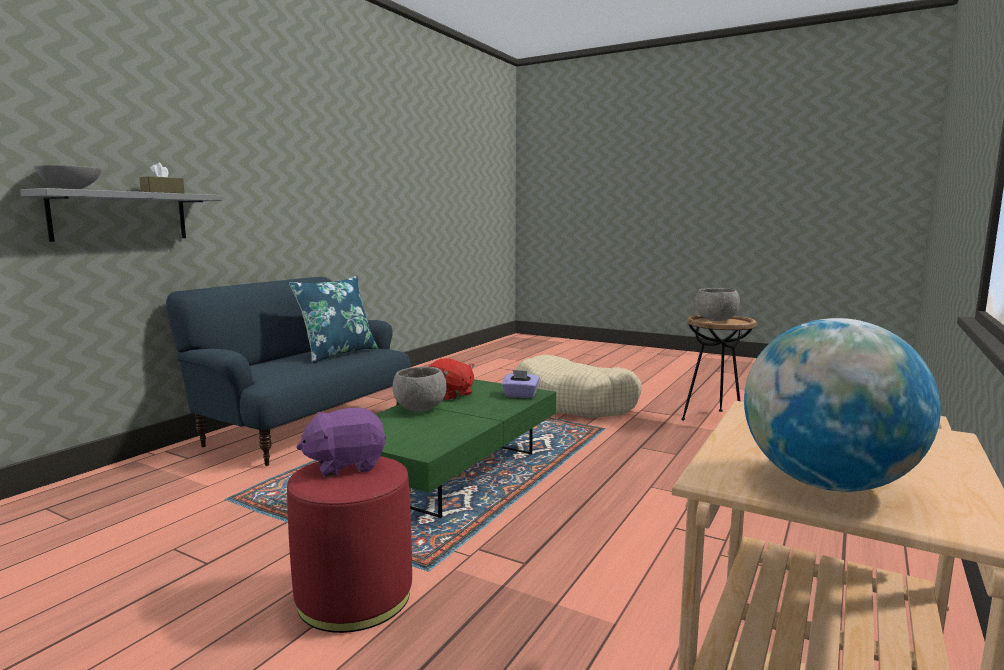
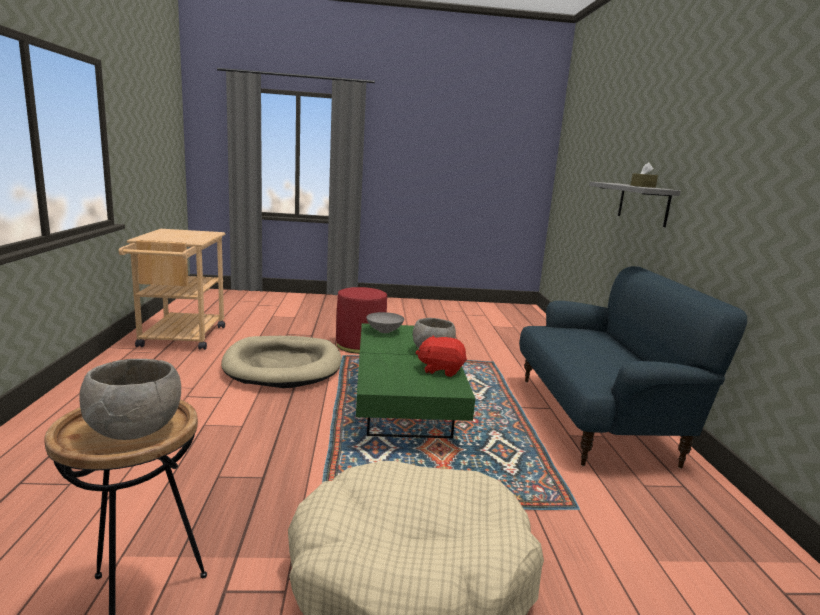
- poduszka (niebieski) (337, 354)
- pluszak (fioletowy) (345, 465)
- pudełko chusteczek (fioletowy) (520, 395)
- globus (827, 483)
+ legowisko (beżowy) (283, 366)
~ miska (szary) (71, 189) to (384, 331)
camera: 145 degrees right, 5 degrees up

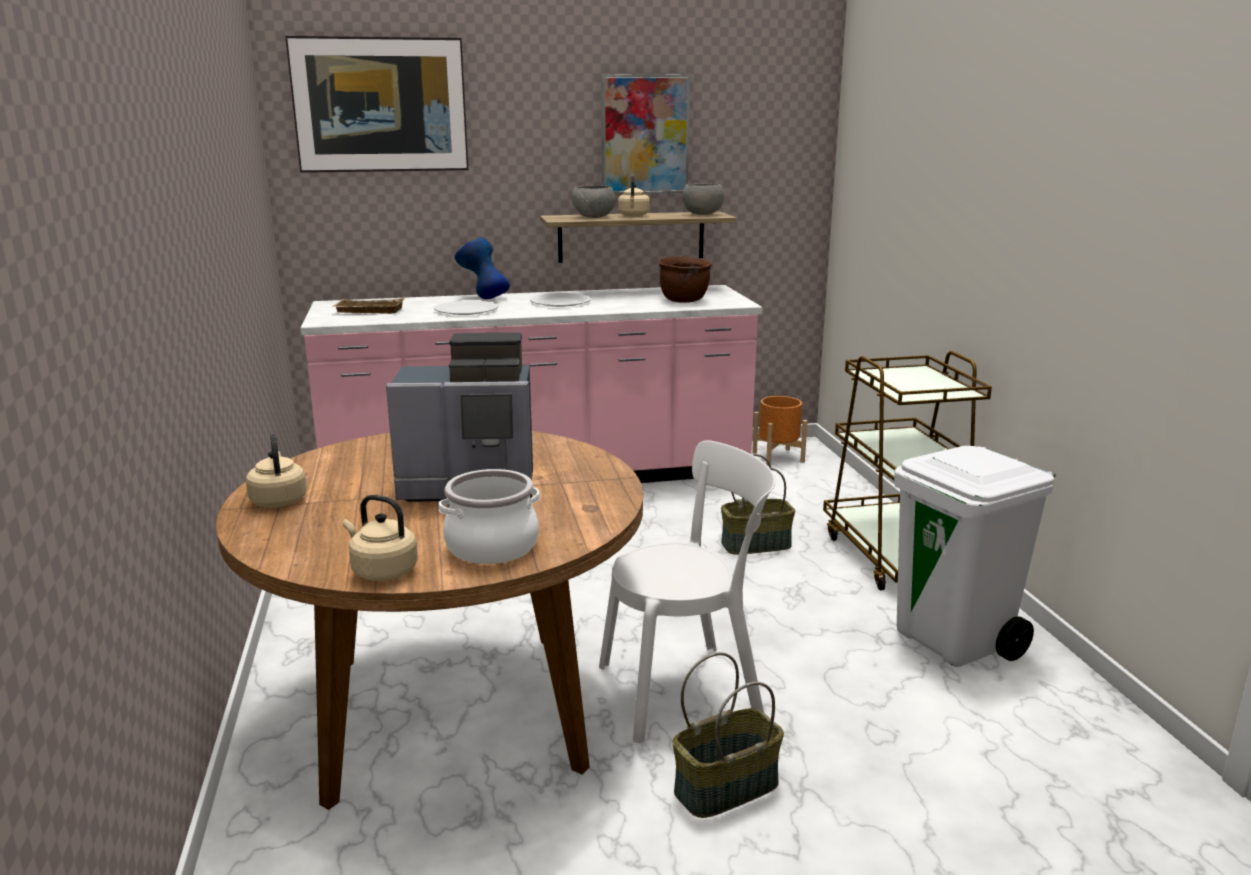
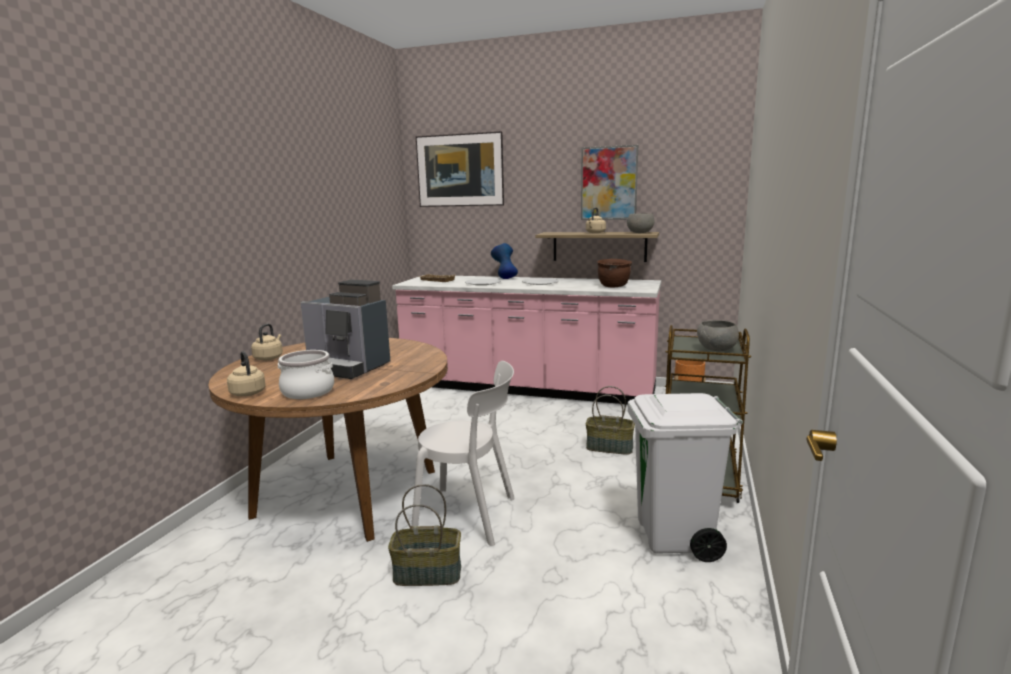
~ miska (szary) (594, 217) to (717, 350)
camera: 30 degrees right, 5 degrees down

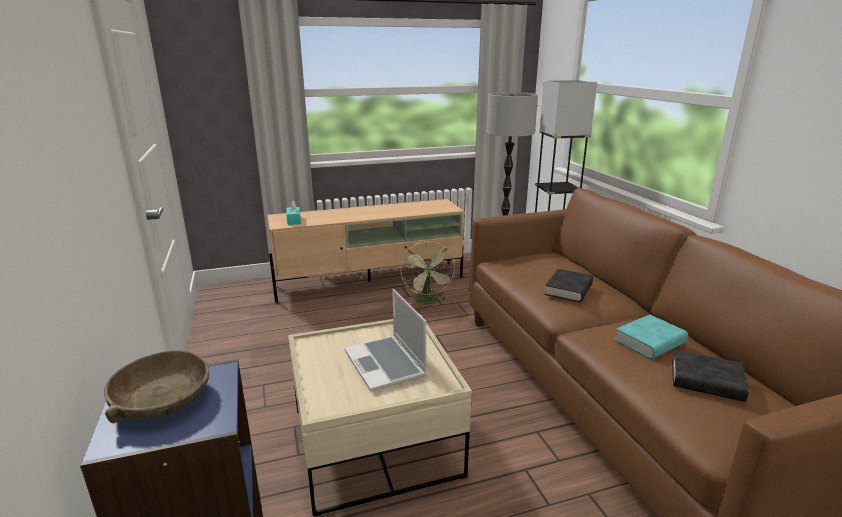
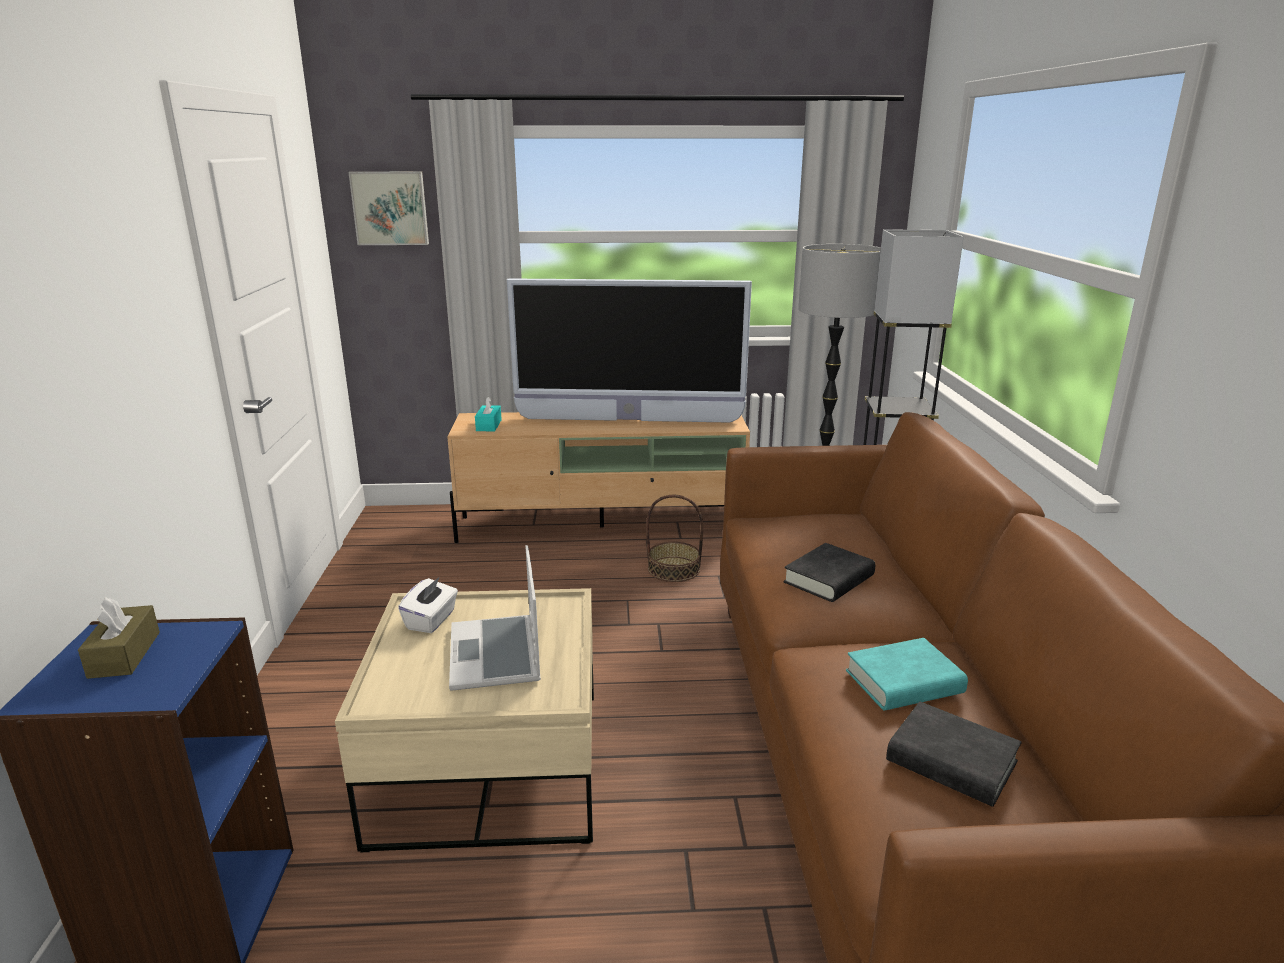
+ obraz (390, 208)
+ pudełko chusteczek (biały) (431, 620)
+ telewizor (629, 420)
~ miska (brązowy) (162, 398) to pudełko chusteczek (brązowy) (124, 654)
~ wentylator (zielony) (428, 302) to koszyk (674, 569)
camera: 15 degrees right, 0 degrees up

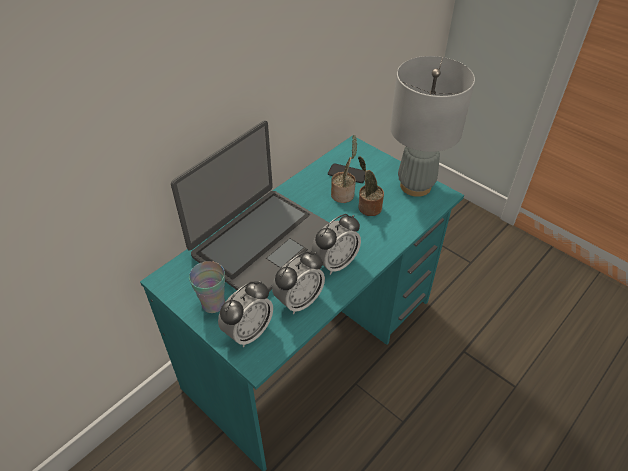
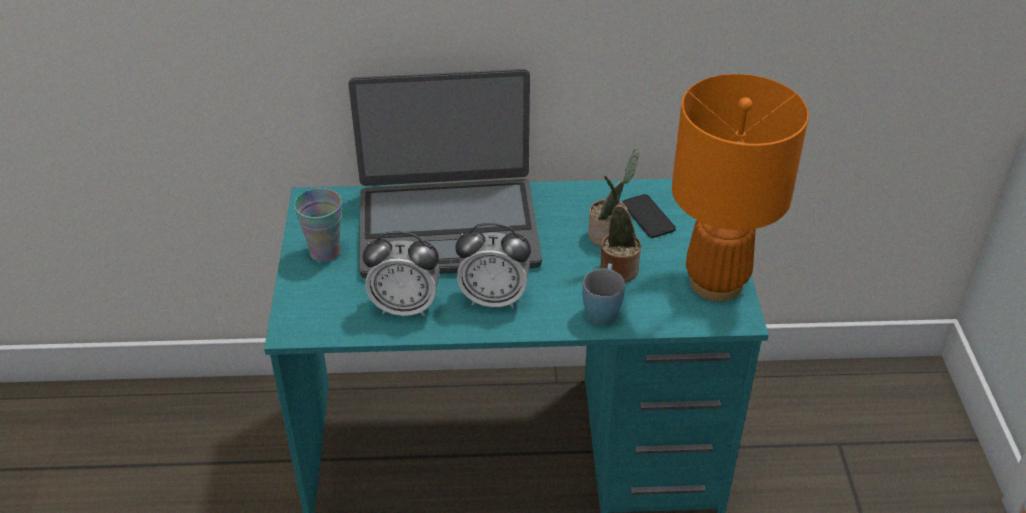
- budzik (248, 332)
+ kubek (niebieski) (602, 309)
~ lampa stołowa (szary) (415, 186) to lampa stołowa (pomarańczowy) (715, 283)
camera: 45 degrees right, 5 degrees down

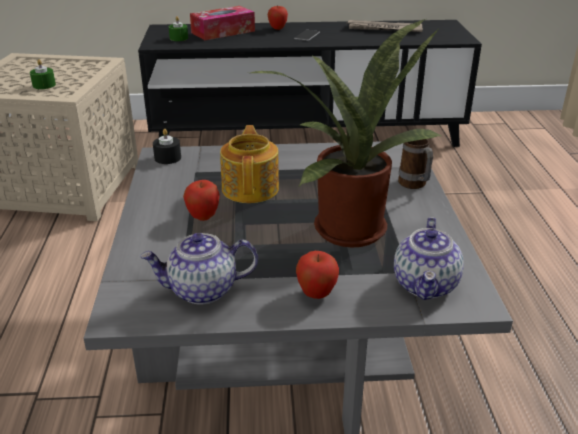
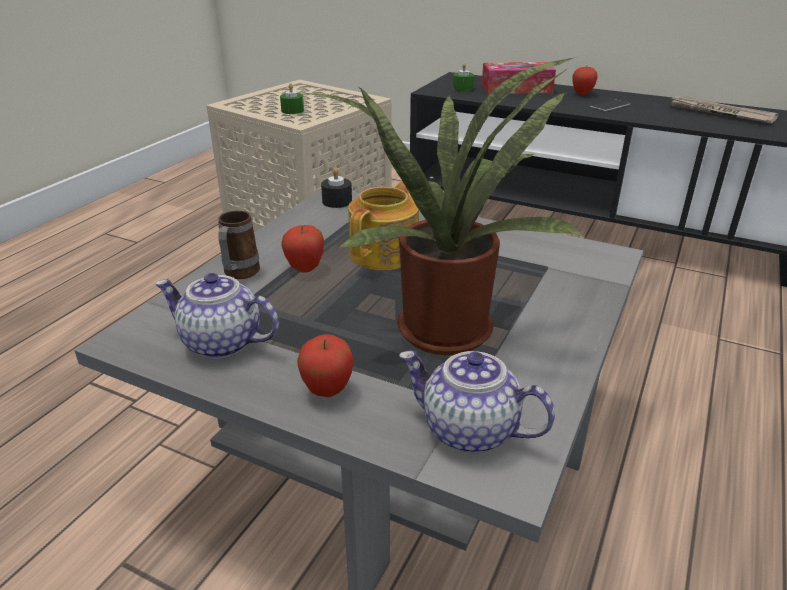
~ kubek (414, 185) to (239, 275)
~ imbryk (426, 285) = (468, 430) 75 degrees clockwise
camera: 30 degrees right, 0 degrees up

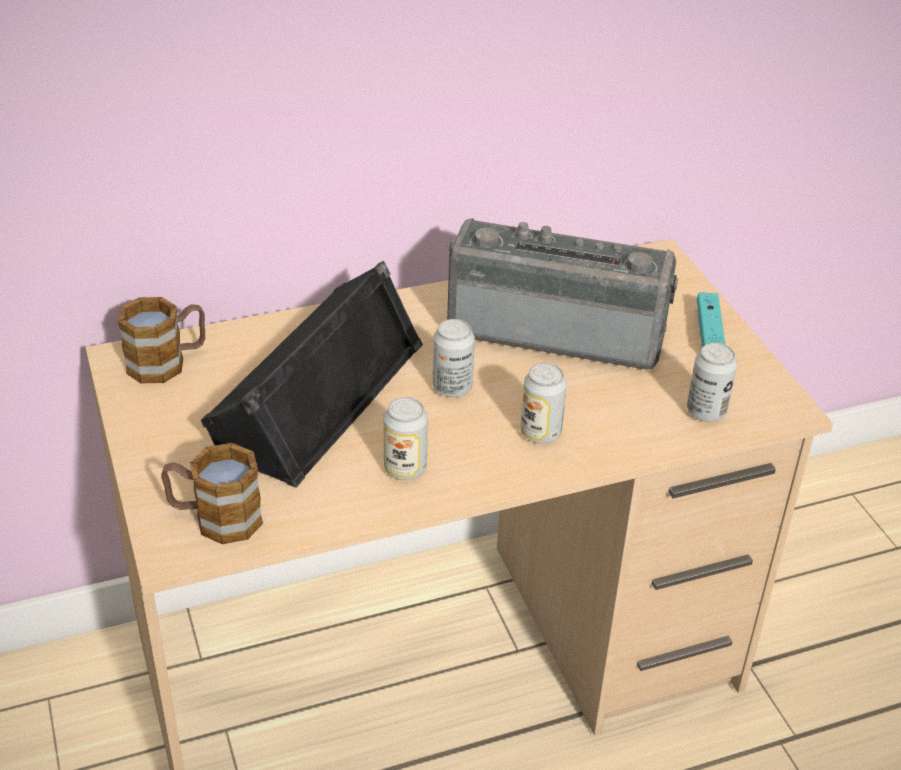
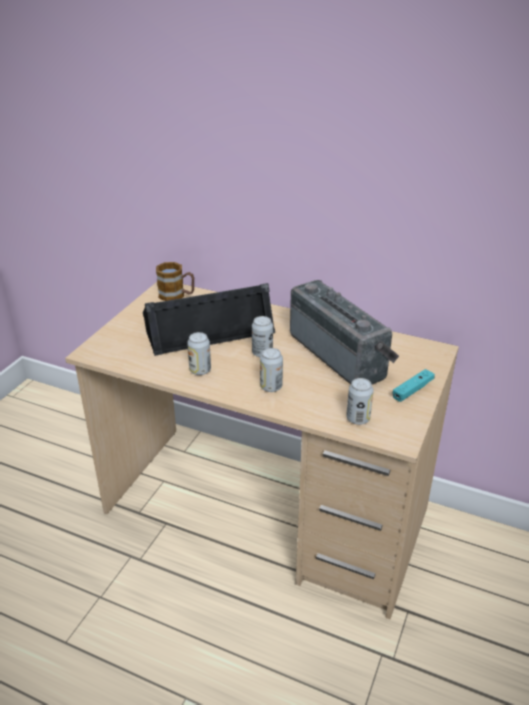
- kubek (215, 518)
camera: 45 degrees right, 5 degrees down

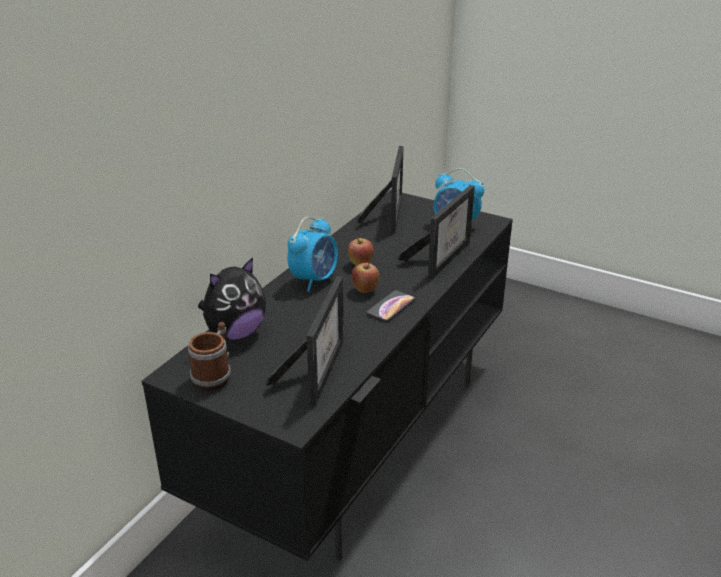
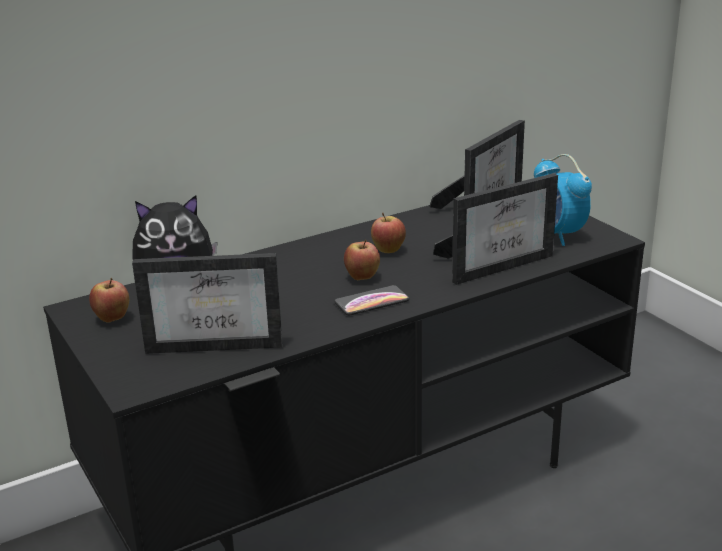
- budzik (314, 279)
~ kubek (215, 375) to jabłko (112, 319)
~ ramka na zdjęcie (317, 368) = (218, 341) 45 degrees clockwise
camera: 30 degrees right, 5 degrees down

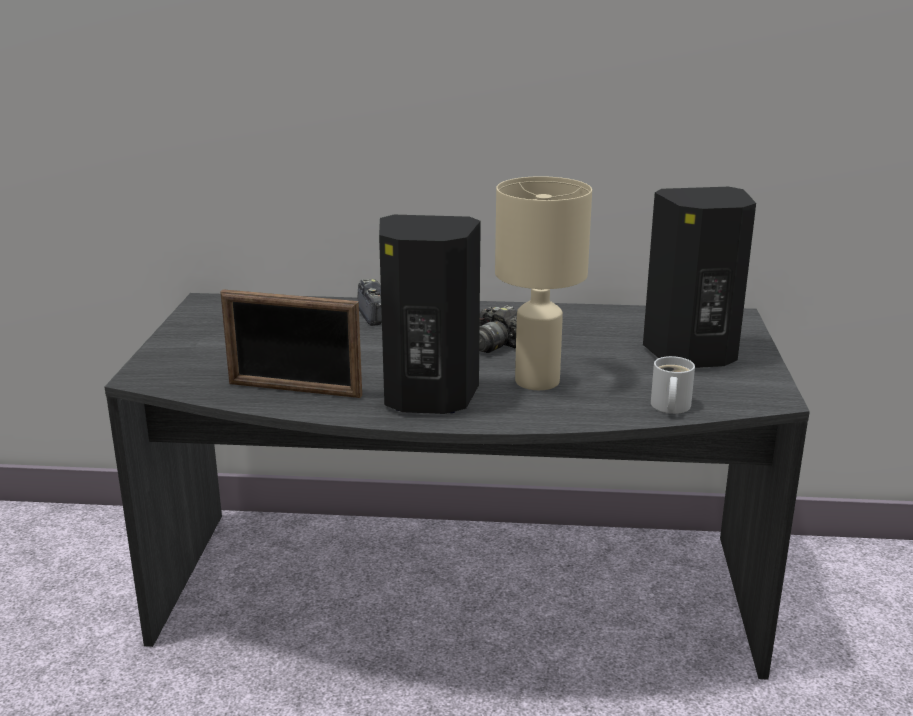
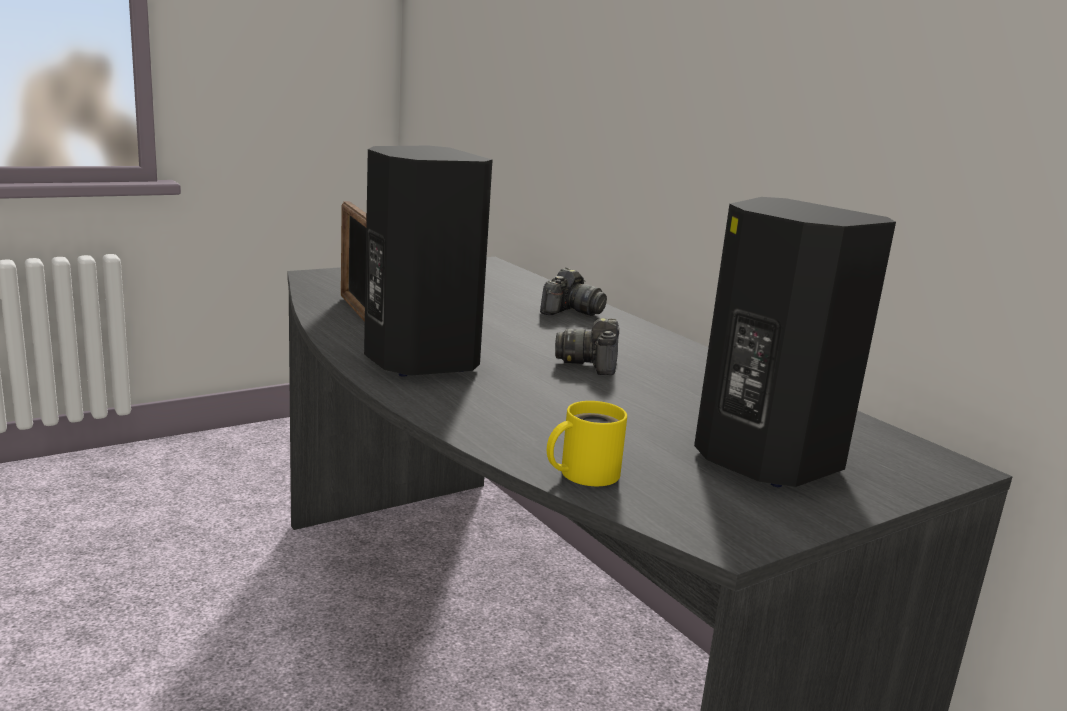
- lampa stołowa (beżowy) (535, 381)
~ kubek (biały) (669, 406) to kubek (żółty) (583, 473)
camera: 50 degrees right, 5 degrees down

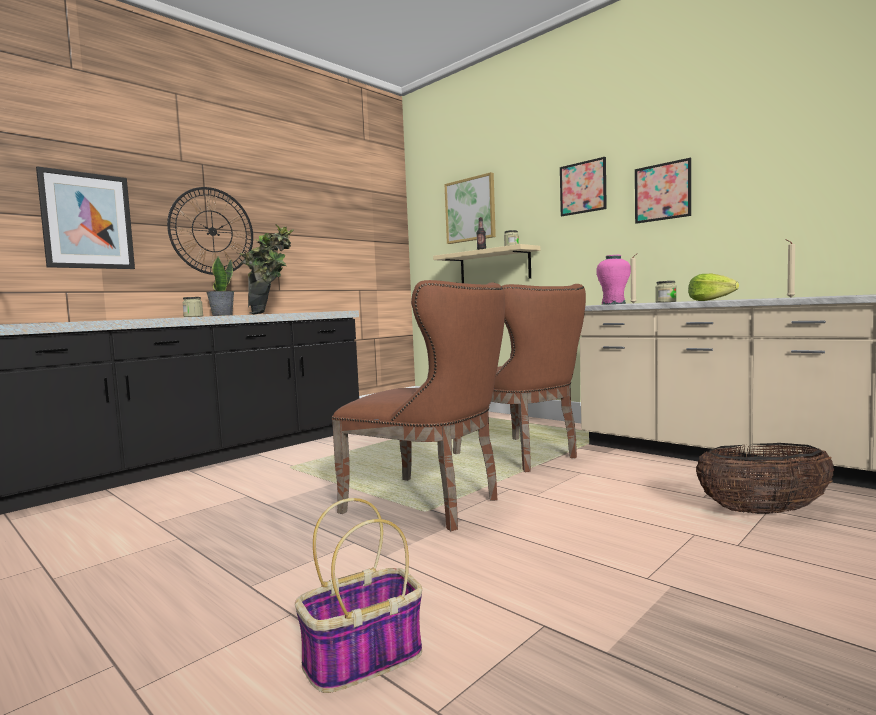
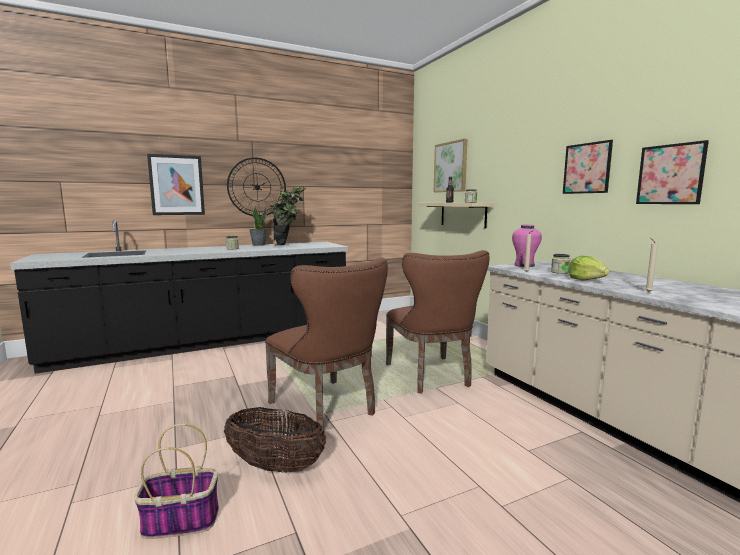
~ obraz (583, 187) to (670, 174)
~ koszyk (763, 512) to (275, 466)
camera: 20 degrees right, 5 degrees up

